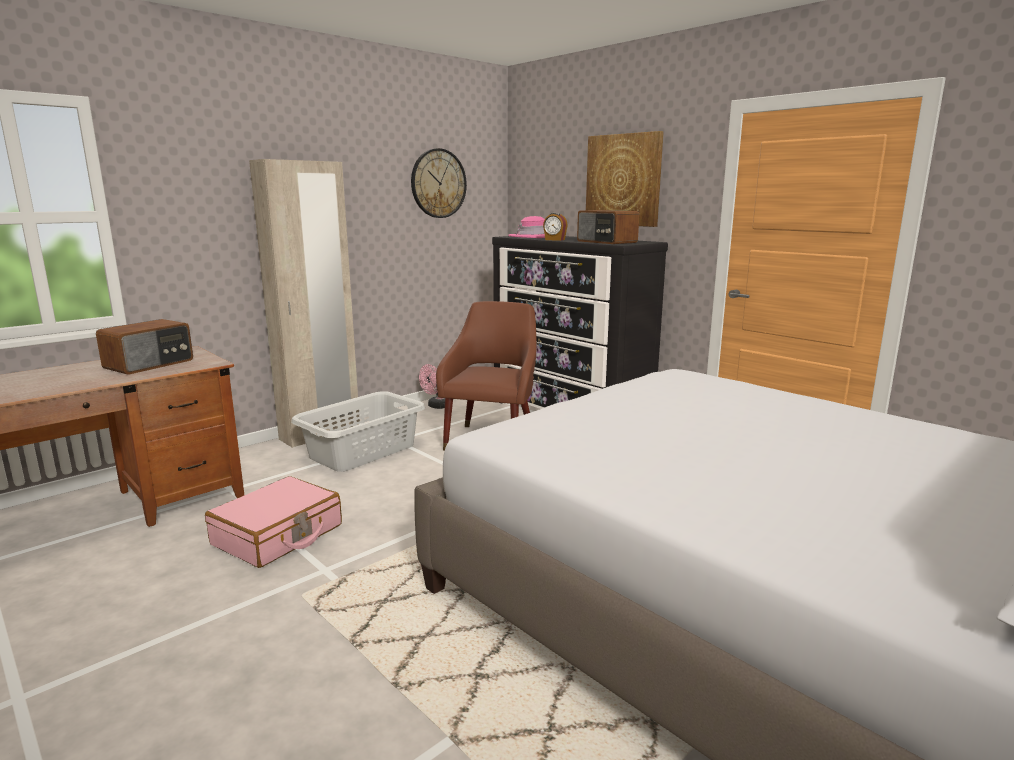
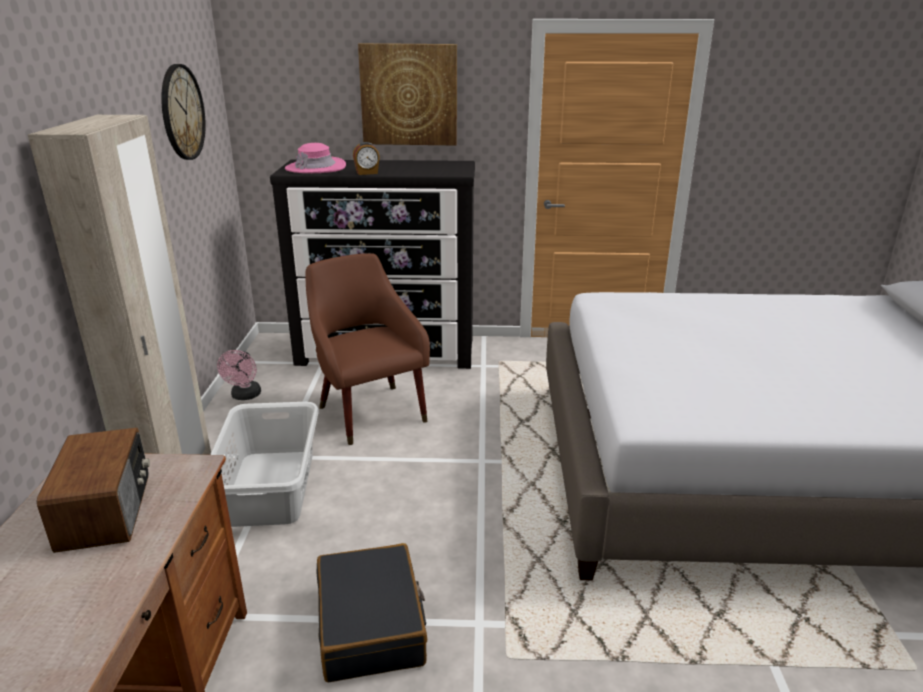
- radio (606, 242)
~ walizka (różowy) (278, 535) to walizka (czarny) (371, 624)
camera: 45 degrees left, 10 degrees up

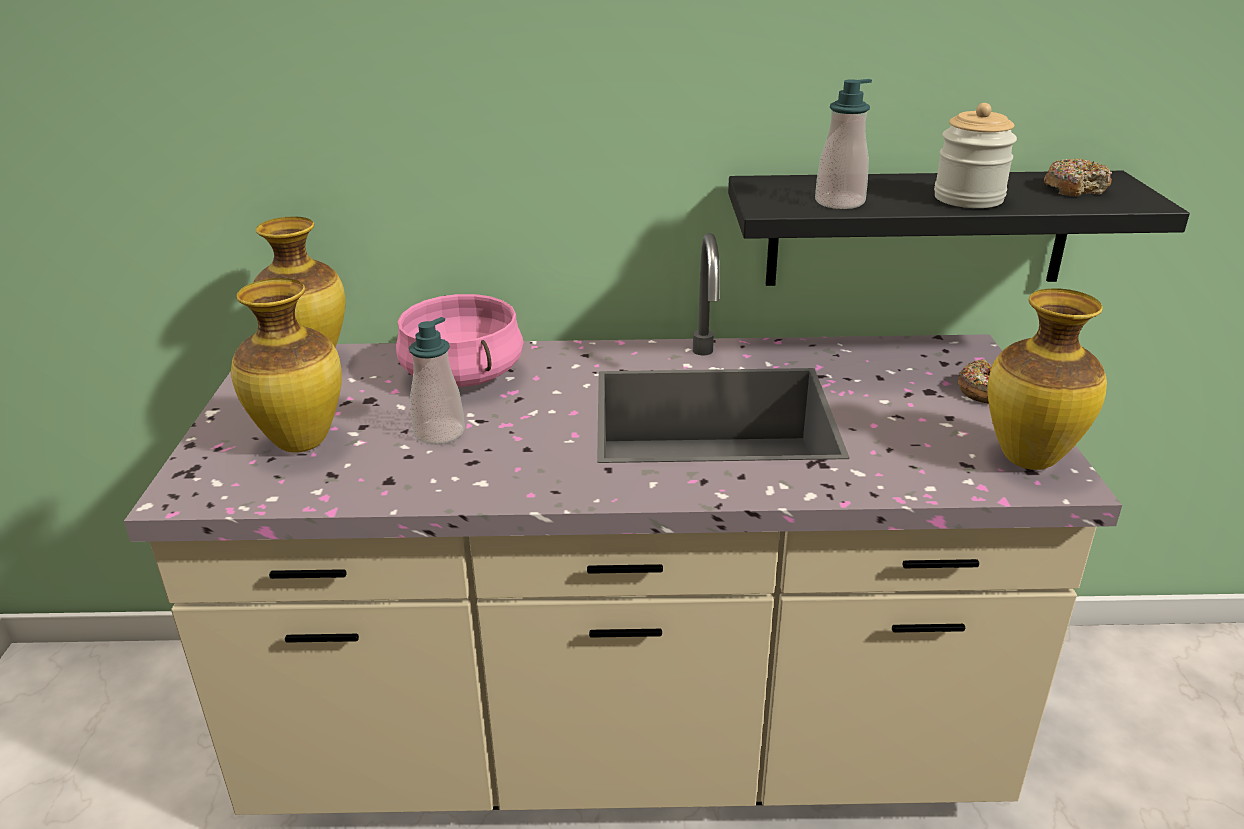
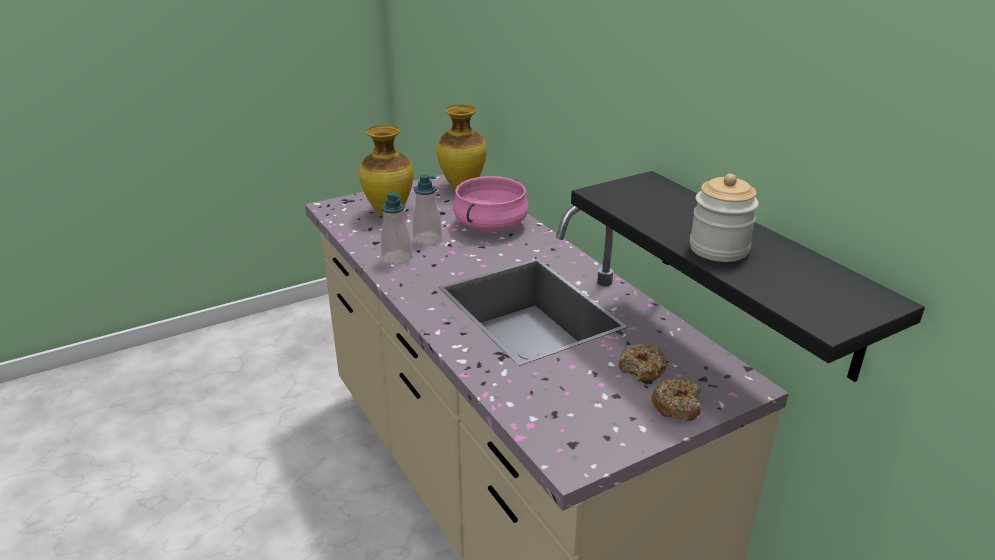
- wazon (1026, 458)
~ dozownik mydła (839, 202) to (397, 258)
~ donut (1075, 188) to (642, 369)
camera: 60 degrees right, 0 degrees up

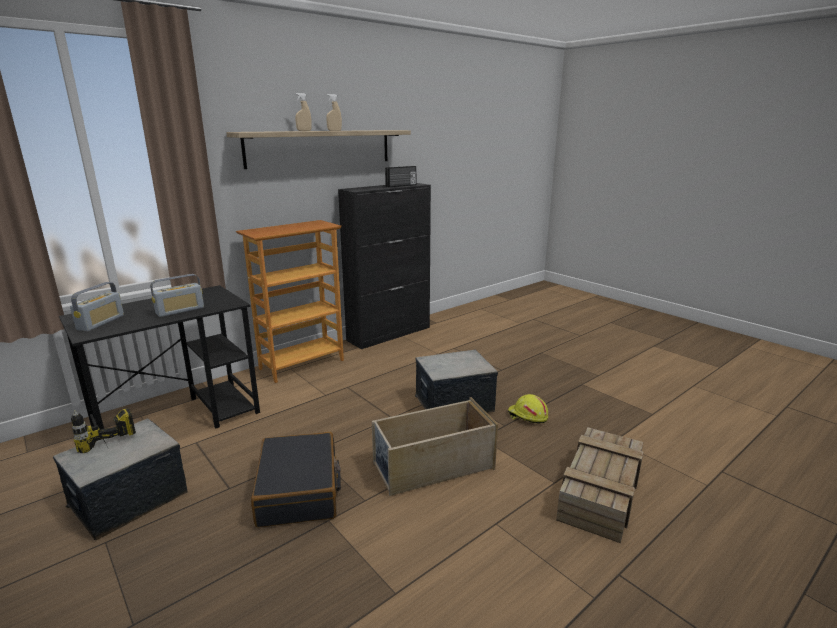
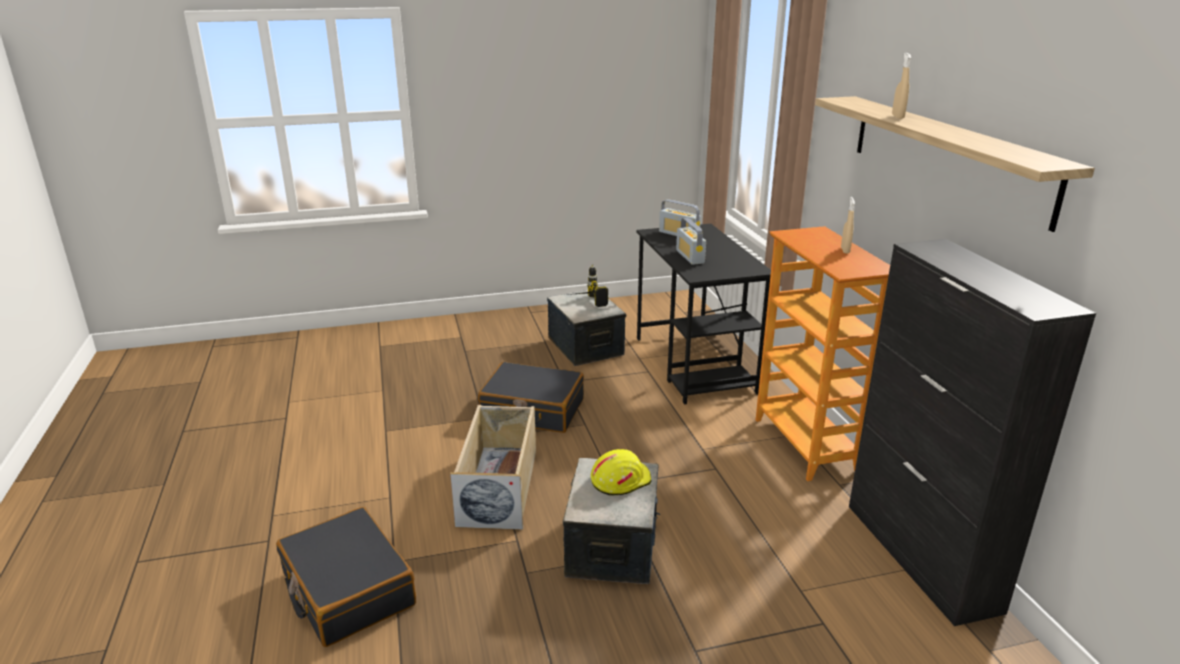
- radio (401, 186)
~ spryskiwacz (beżowy) (334, 130) to (845, 250)
~ kask (żółty) (527, 416) to (620, 480)
~ skrzynka (599, 491) to walizka (czarny) (347, 590)
camera: 115 degrees right, 5 degrees up

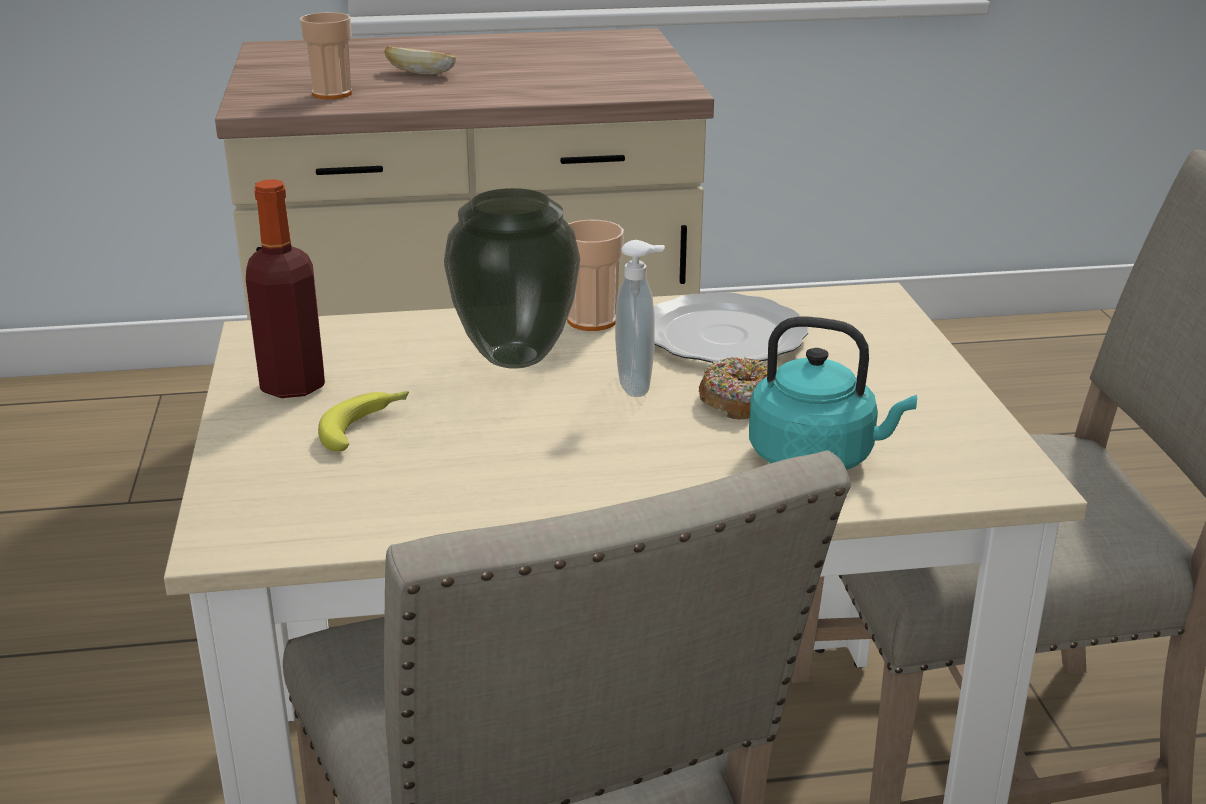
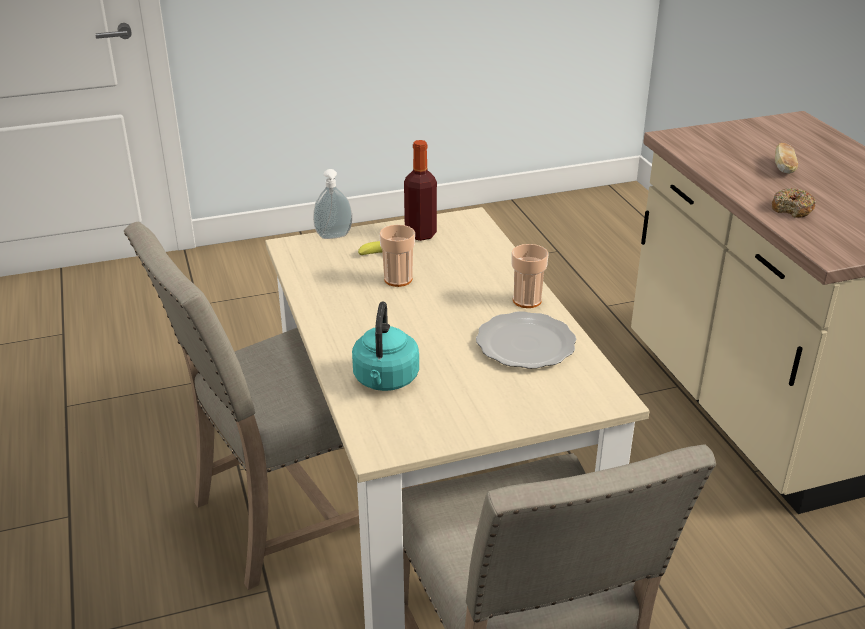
- wazon (517, 358)
~ filiżanka (332, 94) to (398, 279)
~ dozownik mydła (638, 385) to (334, 237)
~ donut (740, 400) to (792, 209)
camera: 80 degrees right, 5 degrees up

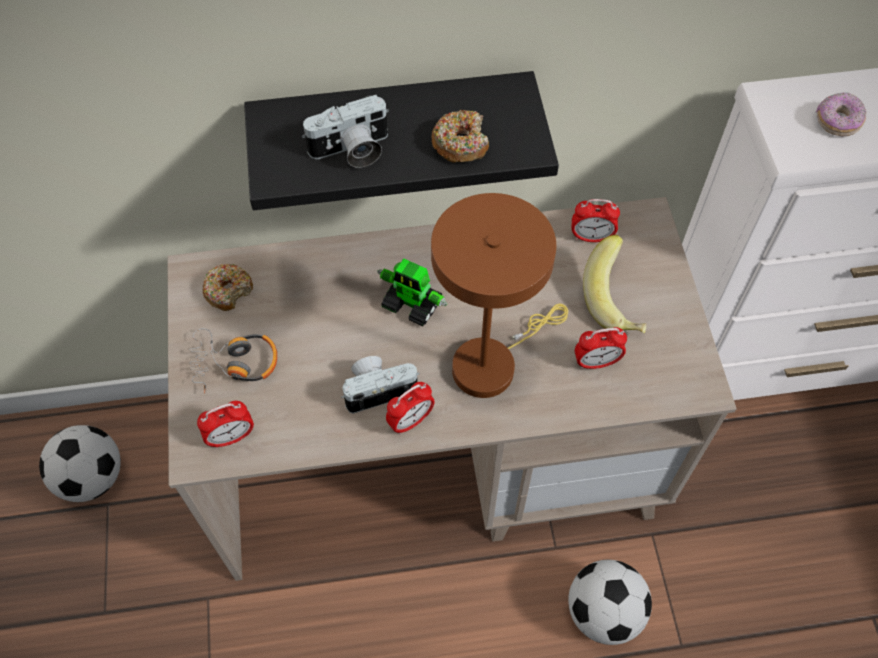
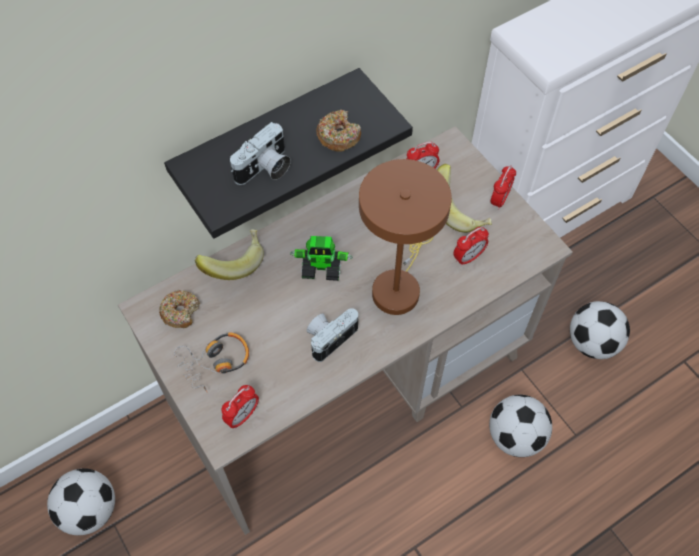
- donut (837, 122)
+ banan (233, 261)
+ piłka futbolowa (591, 342)
~ budzik (410, 421) to (499, 200)
camera: 25 degrees left, 0 degrees up

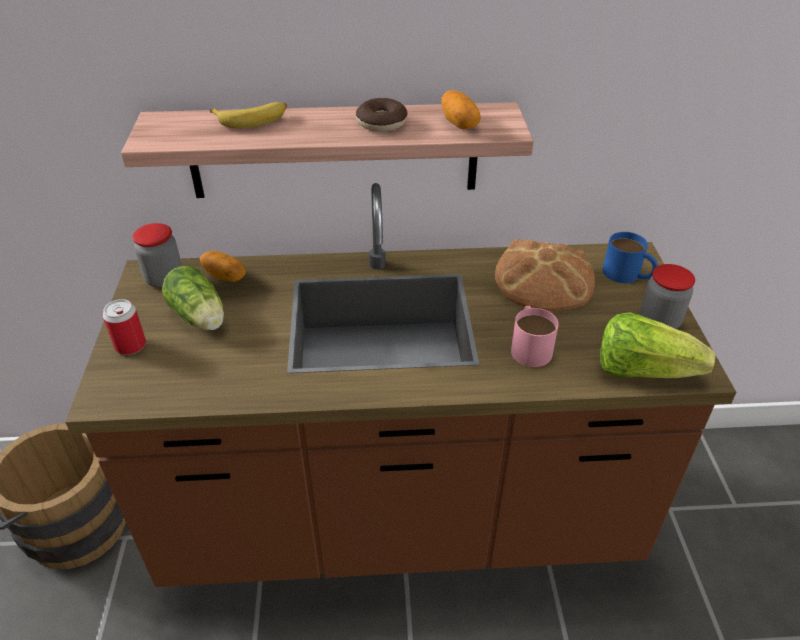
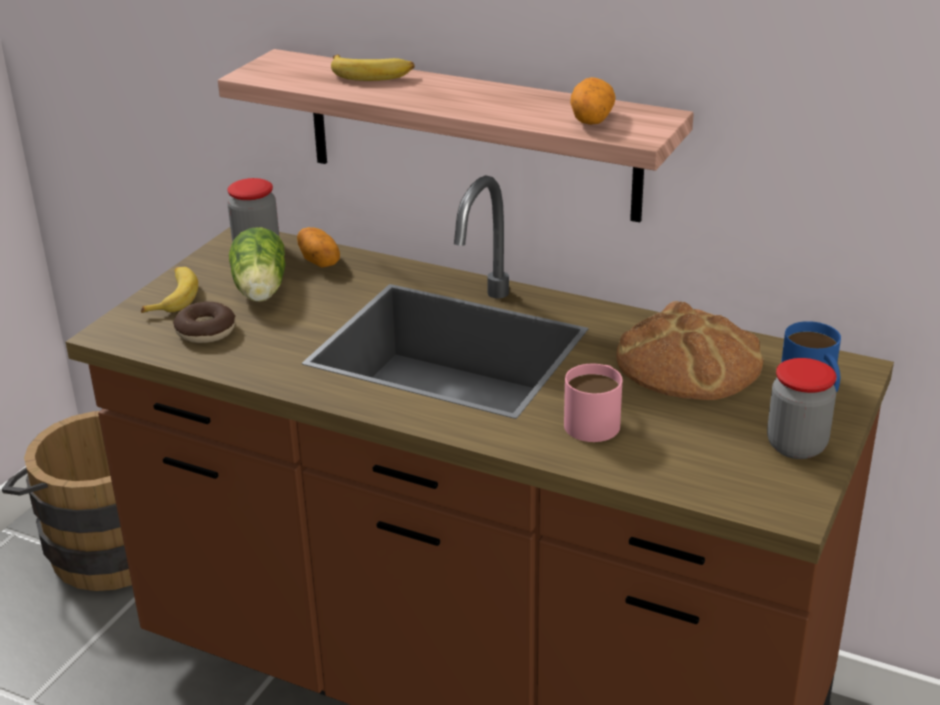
- sałata (642, 370)
~ donut (381, 123) to (206, 331)
~ puszka (130, 345) to banan (174, 297)
camera: 30 degrees right, 10 degrees down

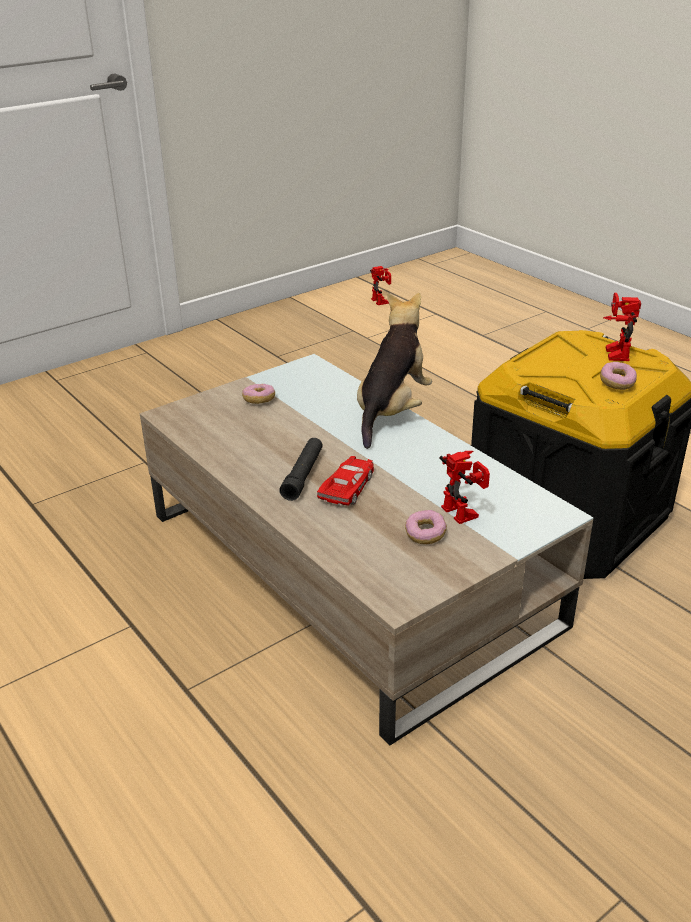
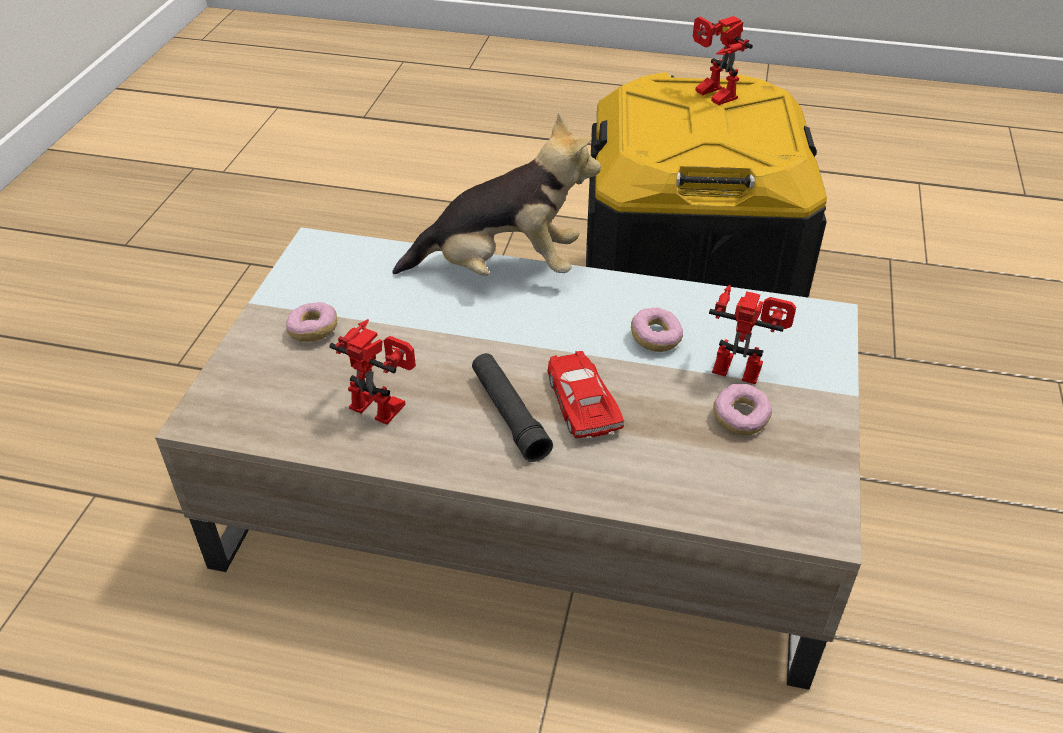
~ robot zabawkowy (383, 301) to (384, 403)
~ donut (617, 383) to (655, 339)
~ pluszak (392, 411) = (501, 269) 105 degrees clockwise
camera: 40 degrees left, 10 degrees up

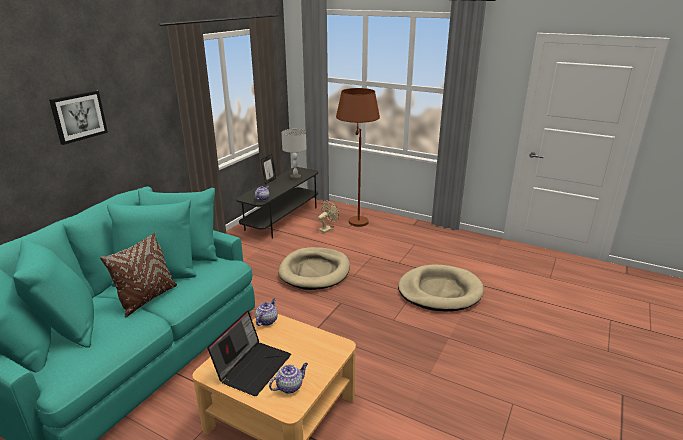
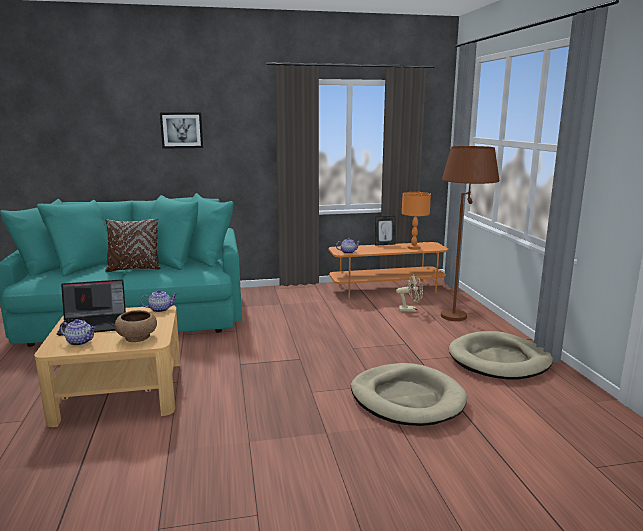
+ miska (brązowy) (137, 337)
~ legowisko (beżowy) (315, 271) to (499, 360)
~ szafka pod telewizor (szary) (282, 218) to szafka pod telewizor (pomarańczowy) (387, 289)
~ lampa stołowa (szary) (295, 177) to lampa stołowa (pomarańczowy) (414, 248)
camera: 50 degrees right, 10 degrees down

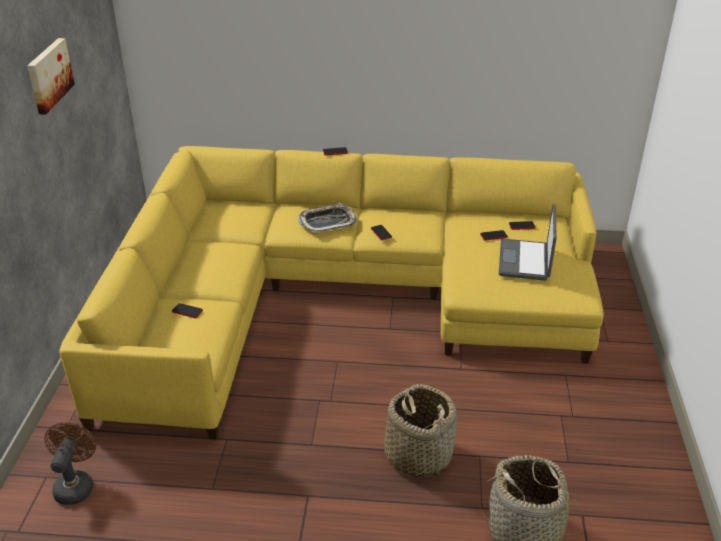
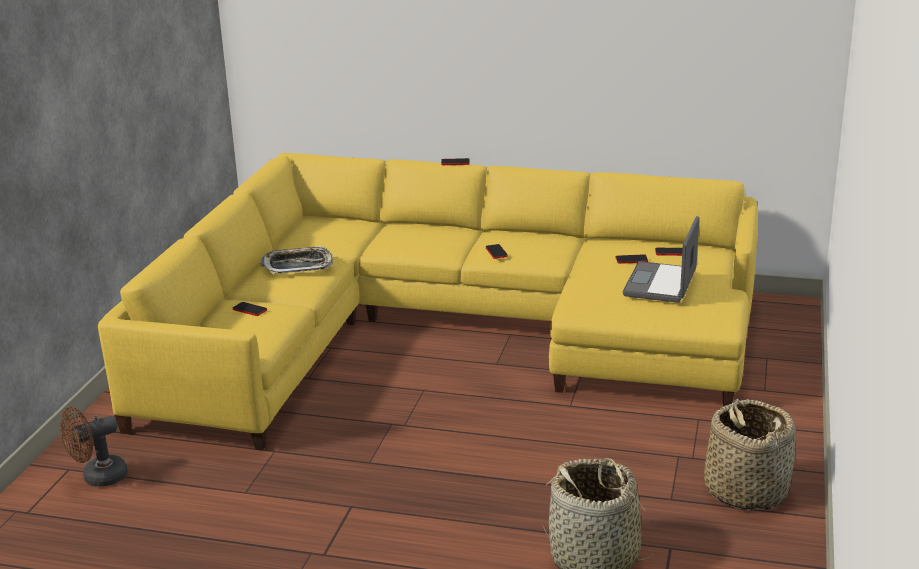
- obraz (48, 75)
~ taca (327, 222) to (298, 265)
~ koszyk (418, 454) to (745, 490)
~ wentylator (brązowy) (75, 484) = (98, 478) 135 degrees counterclockwise
camera: 10 degrees right, 10 degrees down

